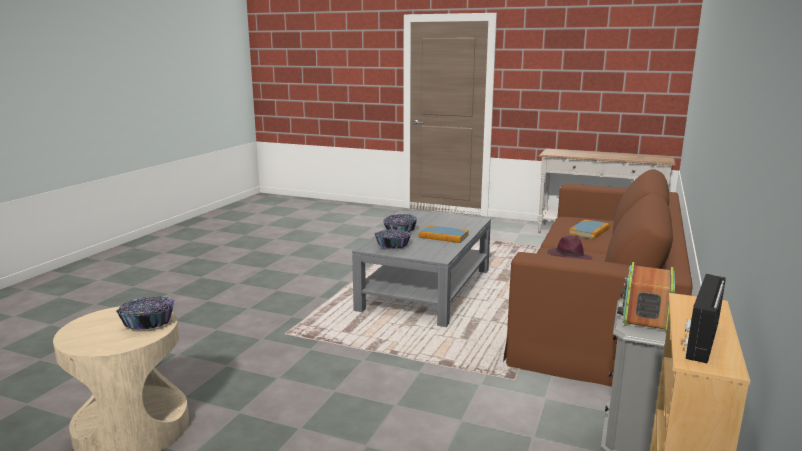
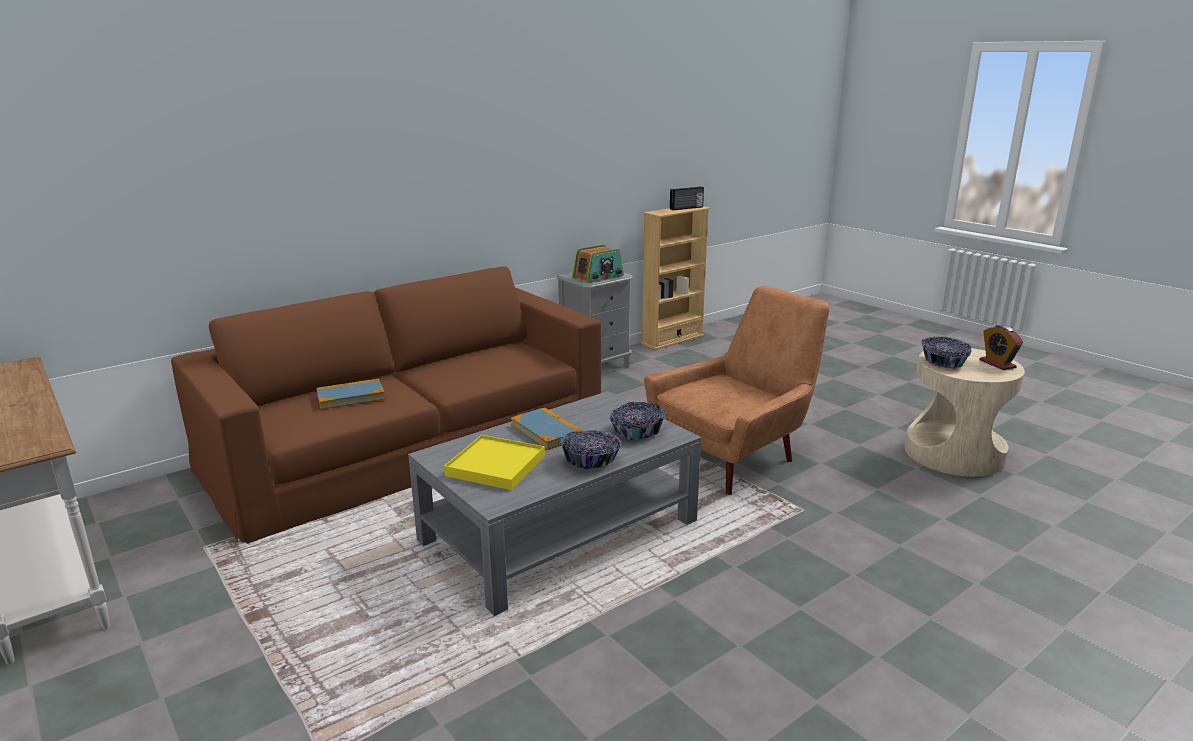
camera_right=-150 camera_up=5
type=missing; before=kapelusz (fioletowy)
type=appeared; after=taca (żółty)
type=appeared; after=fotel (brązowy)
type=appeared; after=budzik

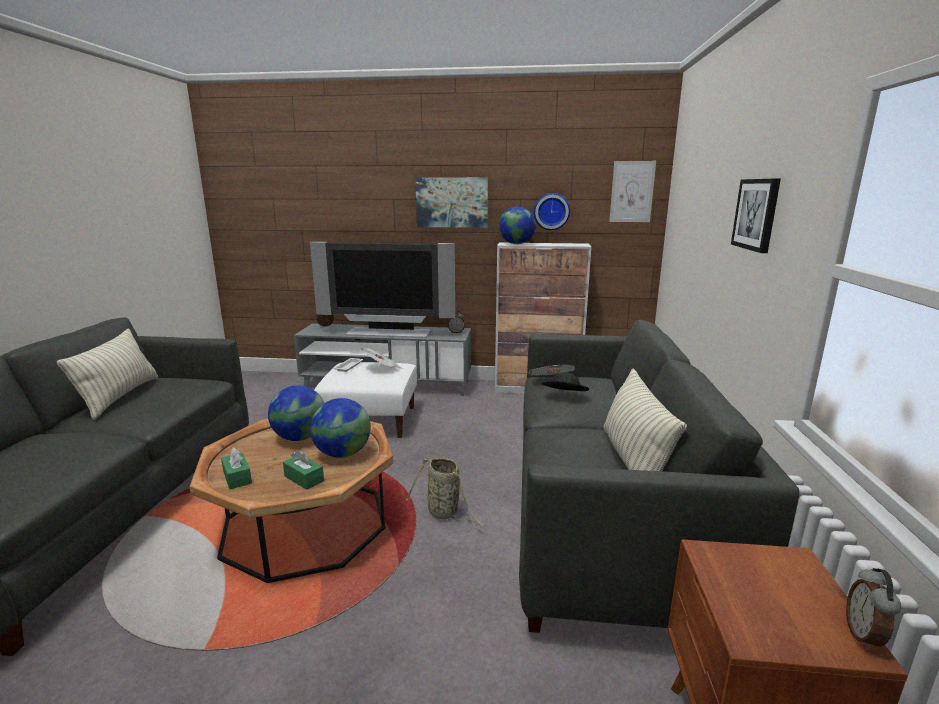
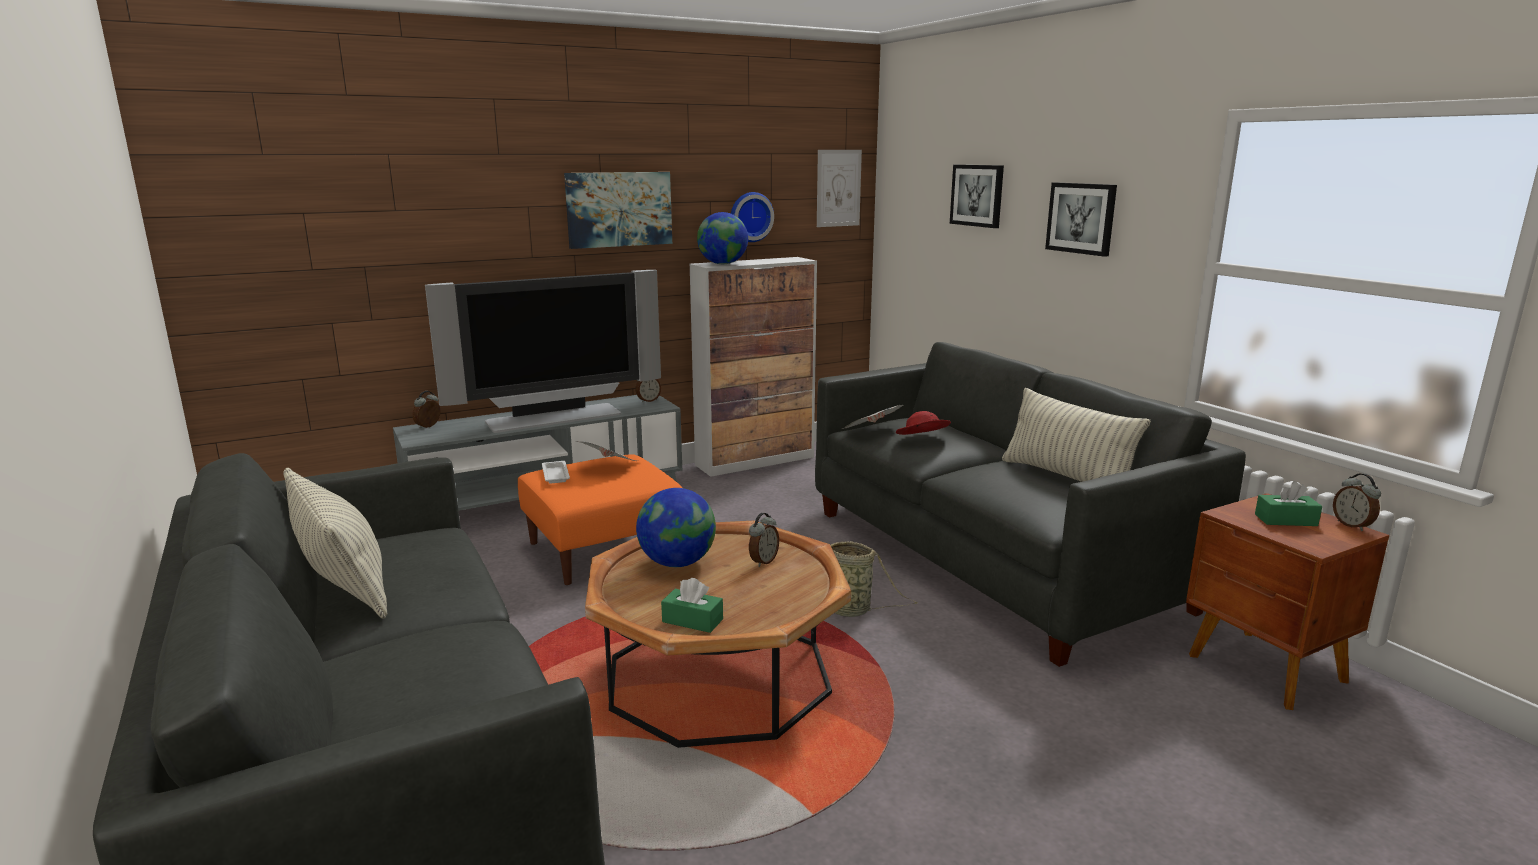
camera_right=-35 camera_up=0
type=relocated; before=pudełko chusteczek (zielony) (no. 2 from left)
type=exchanged; before=globus (no. 2 from left); after=budzik (no. 3 from left)
type=colour; before=pufa (biały); after=pufa (pomarańczowy)
type=colour; before=kapelusz (czarny); after=kapelusz (czerwony)
type=appeared; after=obraz (no. 3 from left)

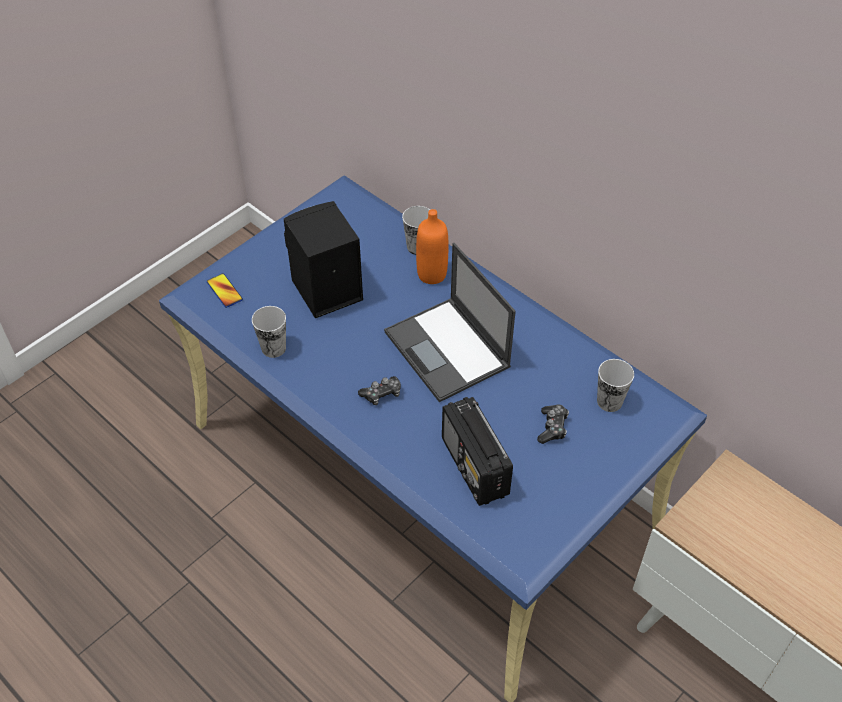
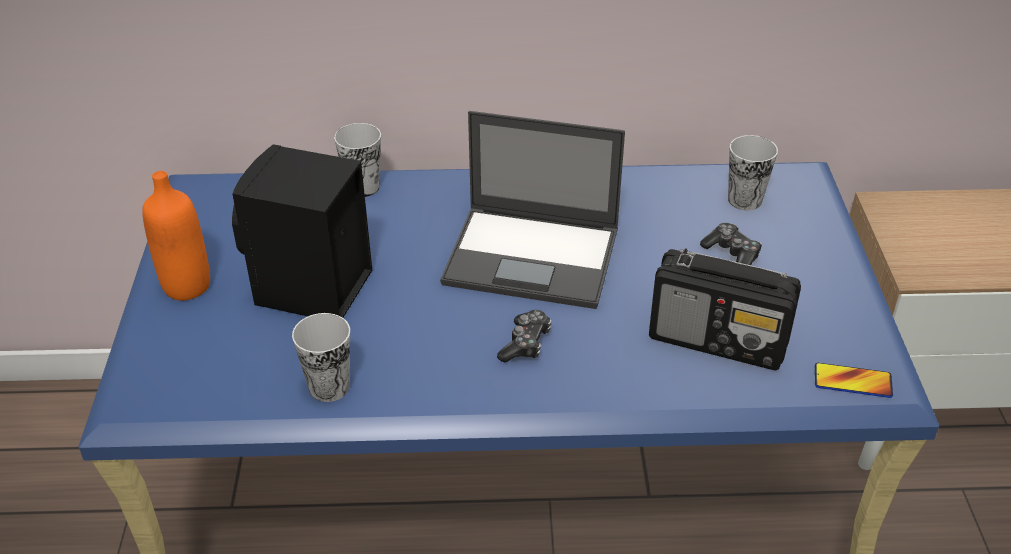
camera_right=-45 camera_up=-10
type=relocated; before=telefon
type=relocated; before=butelka (pomarańczowy)

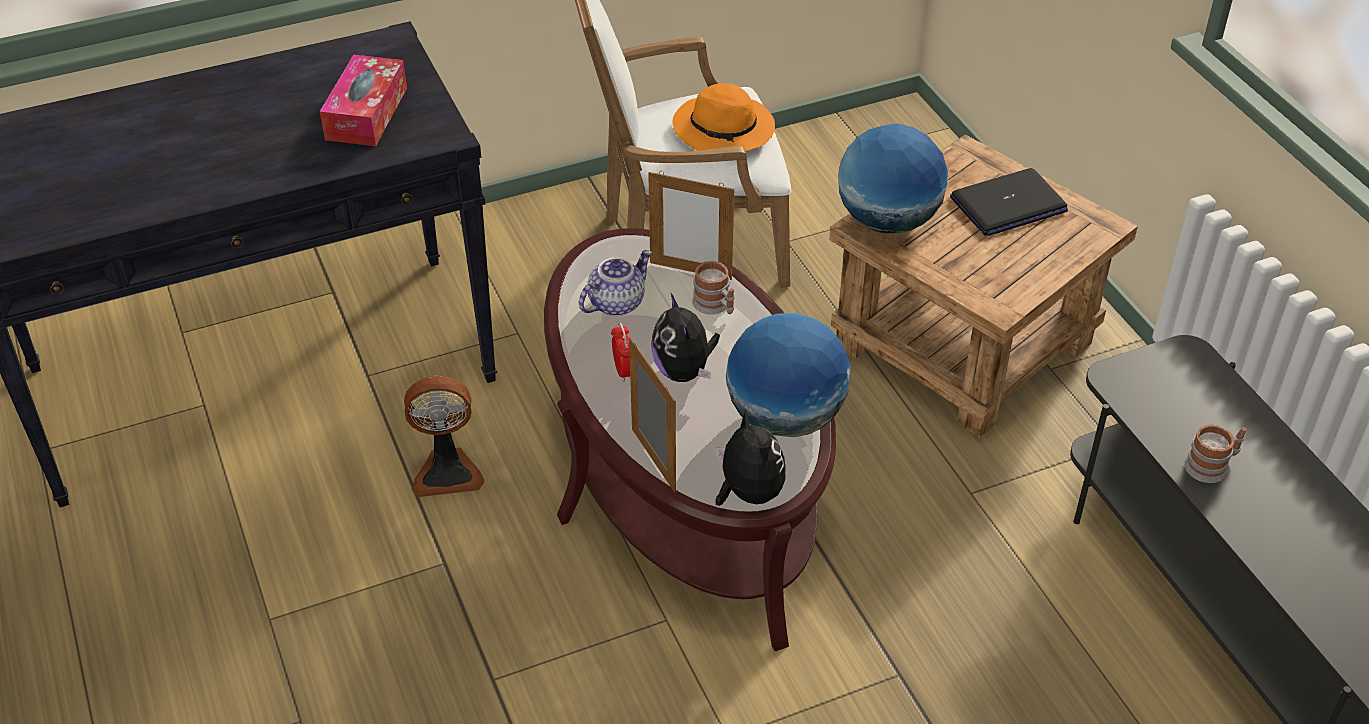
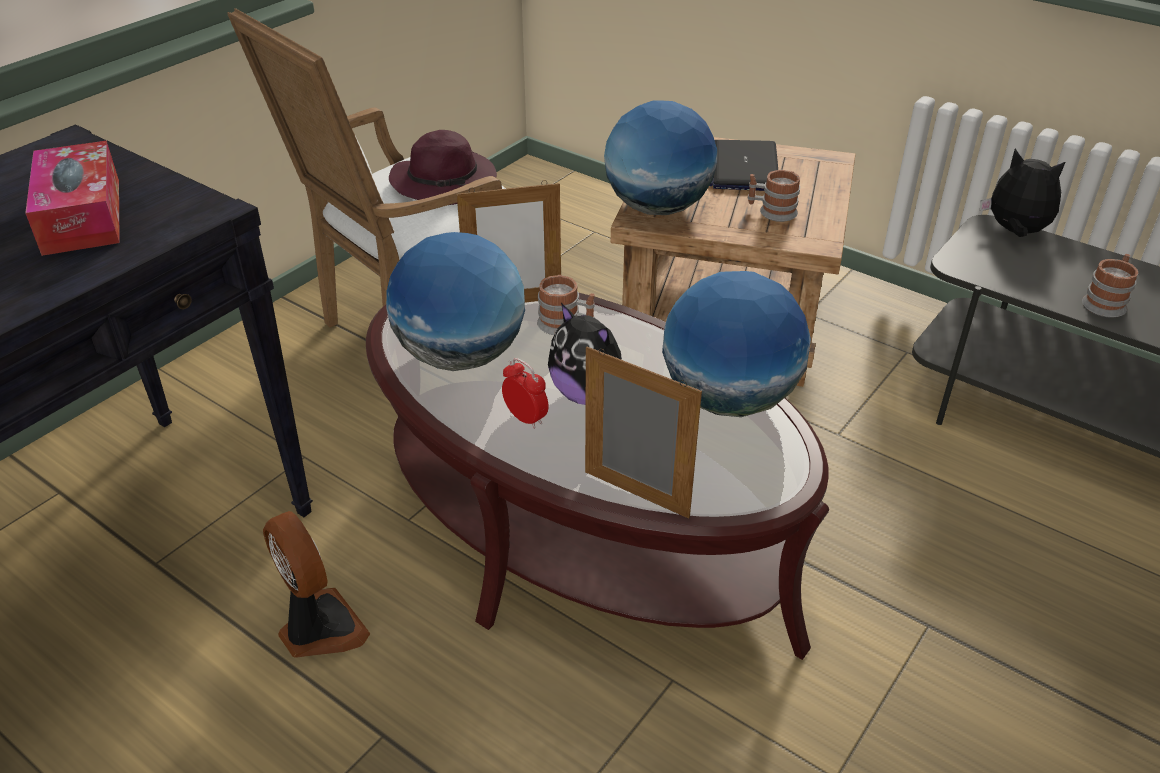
camera_right=-30 camera_up=-5
type=spun; before=wentylator; turn=-90
type=exchanged; before=imbryk; after=globus (no. 1 from left)
type=colour; before=kapelusz (pomarańczowy); after=kapelusz (fioletowy)
type=relocated; before=pluszak (no. 2 from left)
type=spun; before=laptop; turn=150
type=appeared; after=kubek (no. 2 from left)

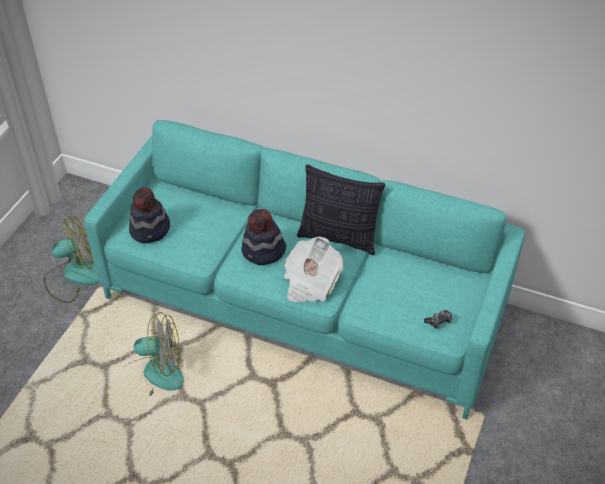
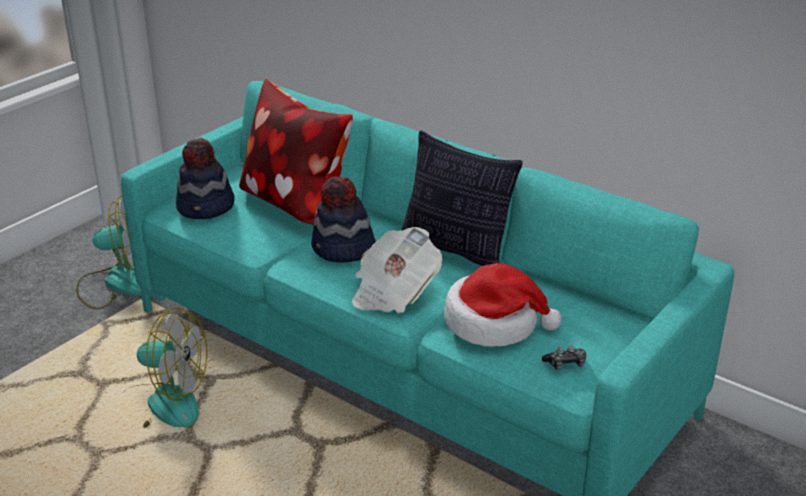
camera_right=15 camera_up=-15
type=appeared; after=poduszka (no. 1 from left)
type=appeared; after=kapelusz (no. 3 from left)

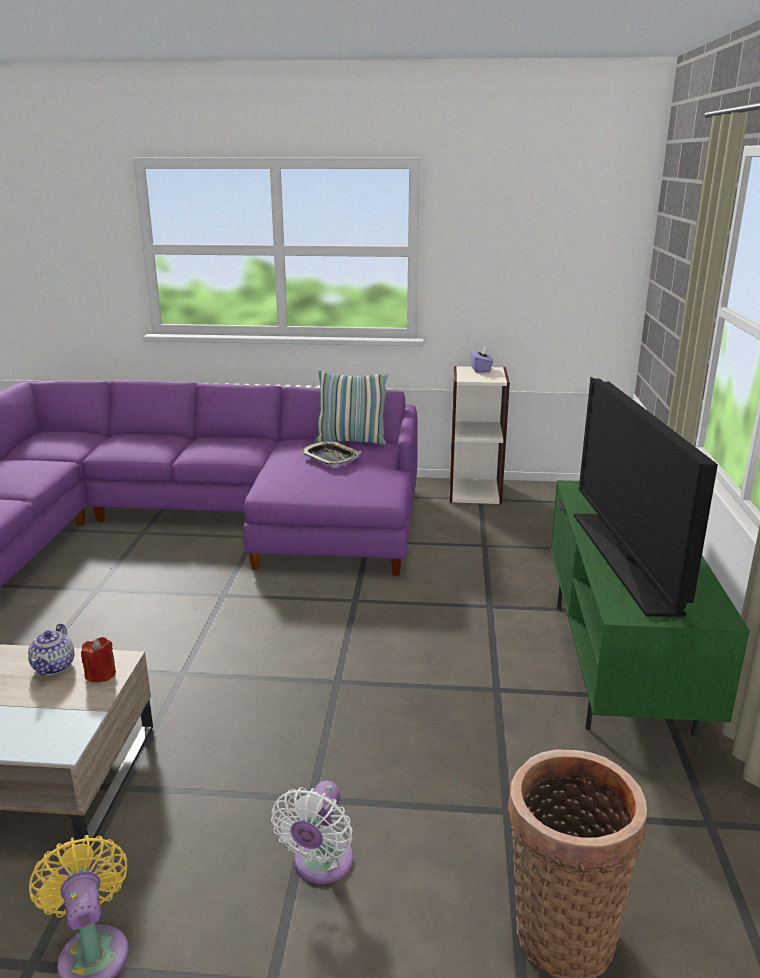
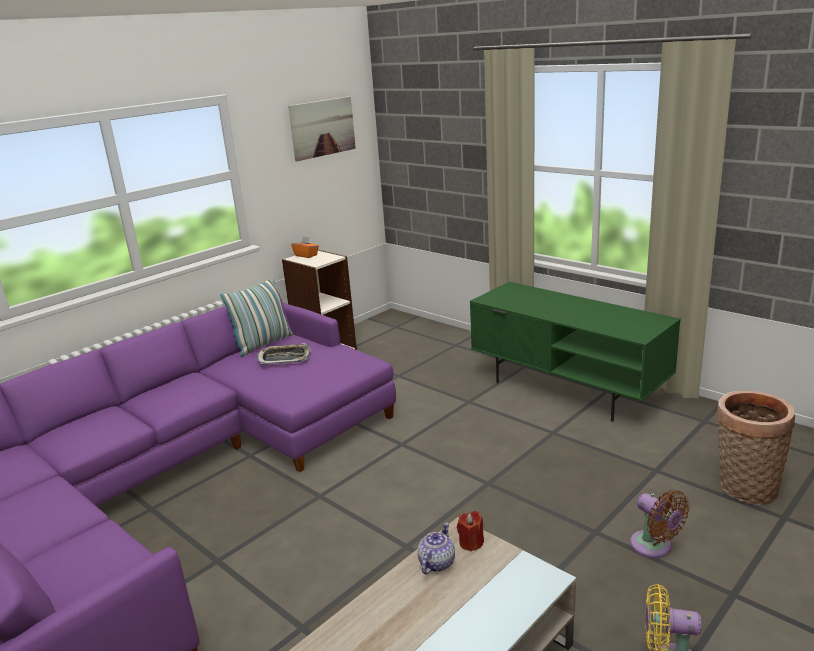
camera_right=-50 camera_up=0
type=spun; before=imbryk; turn=-105
type=colour; before=wentylator (biały); after=wentylator (brązowy)
type=colour; before=pudełko chusteczek (fioletowy); after=pudełko chusteczek (pomarańczowy)
type=missing; before=telewizor
type=appeared; after=obraz

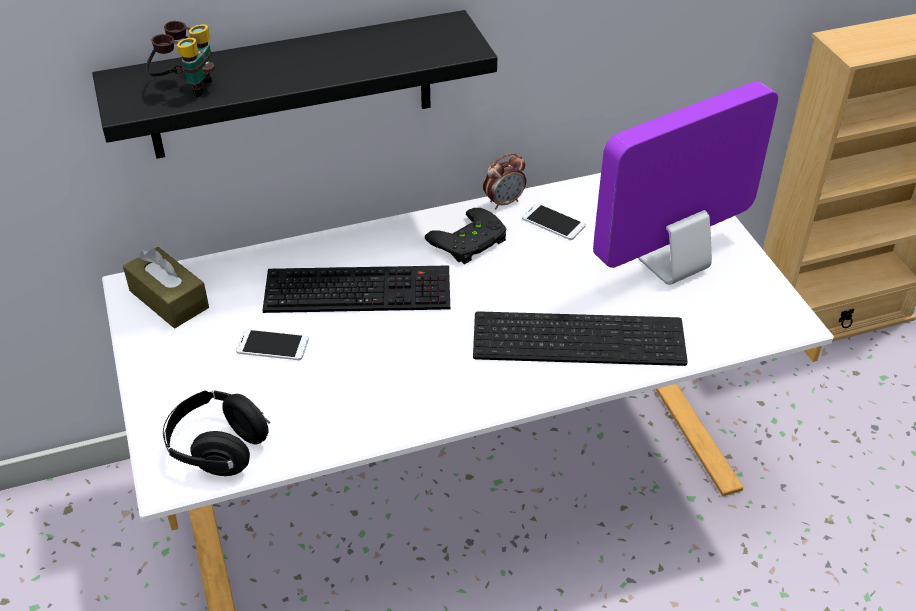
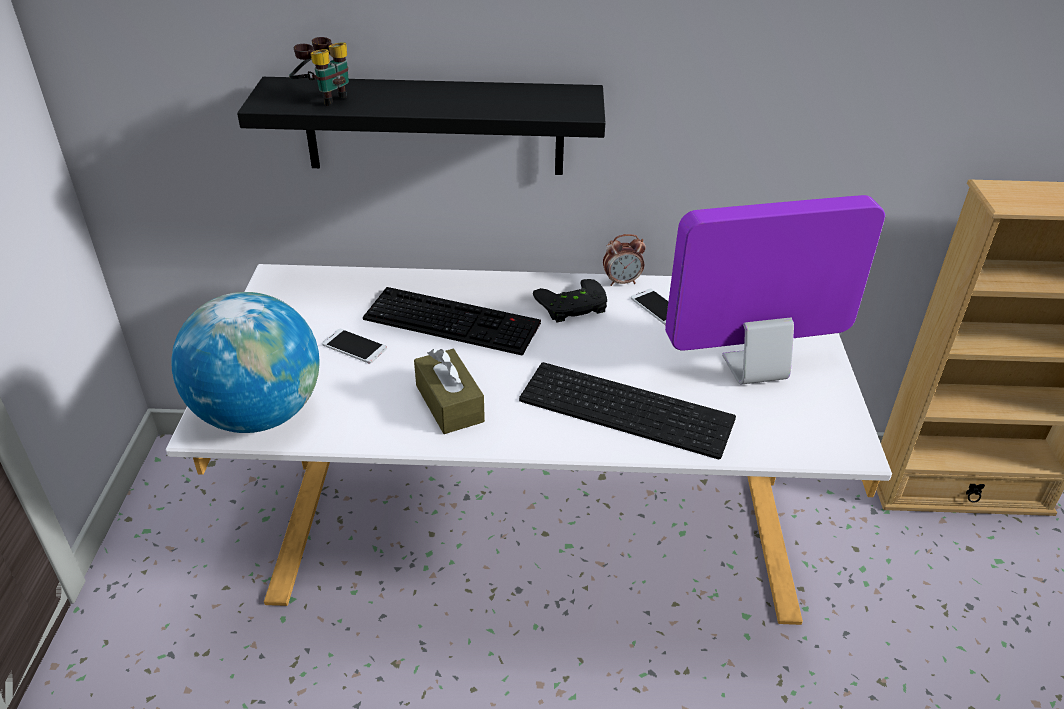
camera_right=20 camera_up=-5
type=relocated; before=pudełko chusteczek (brązowy)
type=exchanged; before=słuchawki (czarny); after=globus

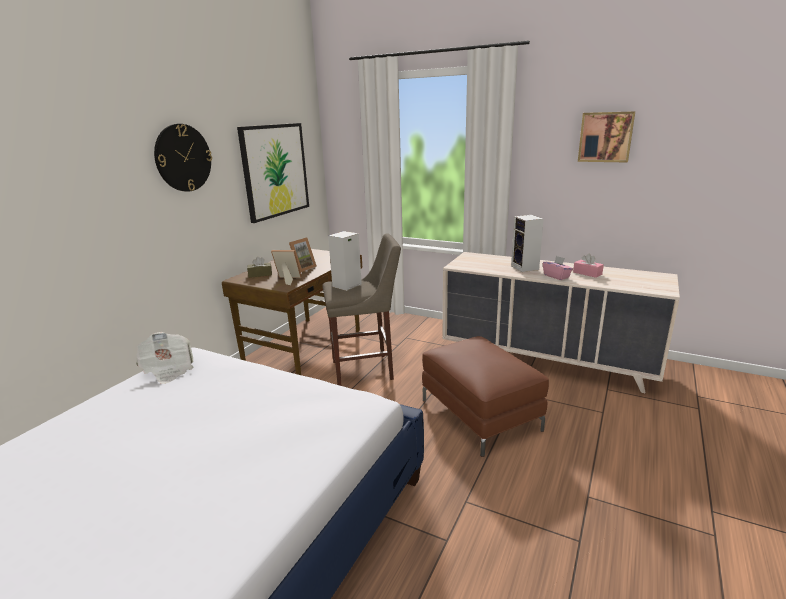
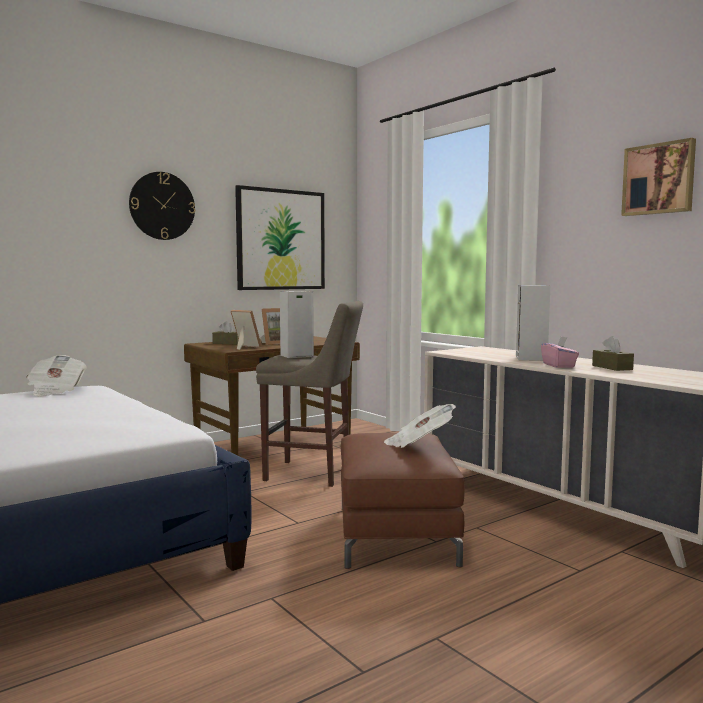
camera_right=25 camera_up=-15
type=colour; before=pudełko chusteczek (różowy) (no. 2 from left); after=pudełko chusteczek (brązowy) (no. 2 from left)
type=appeared; after=gazeta (no. 2 from left)

